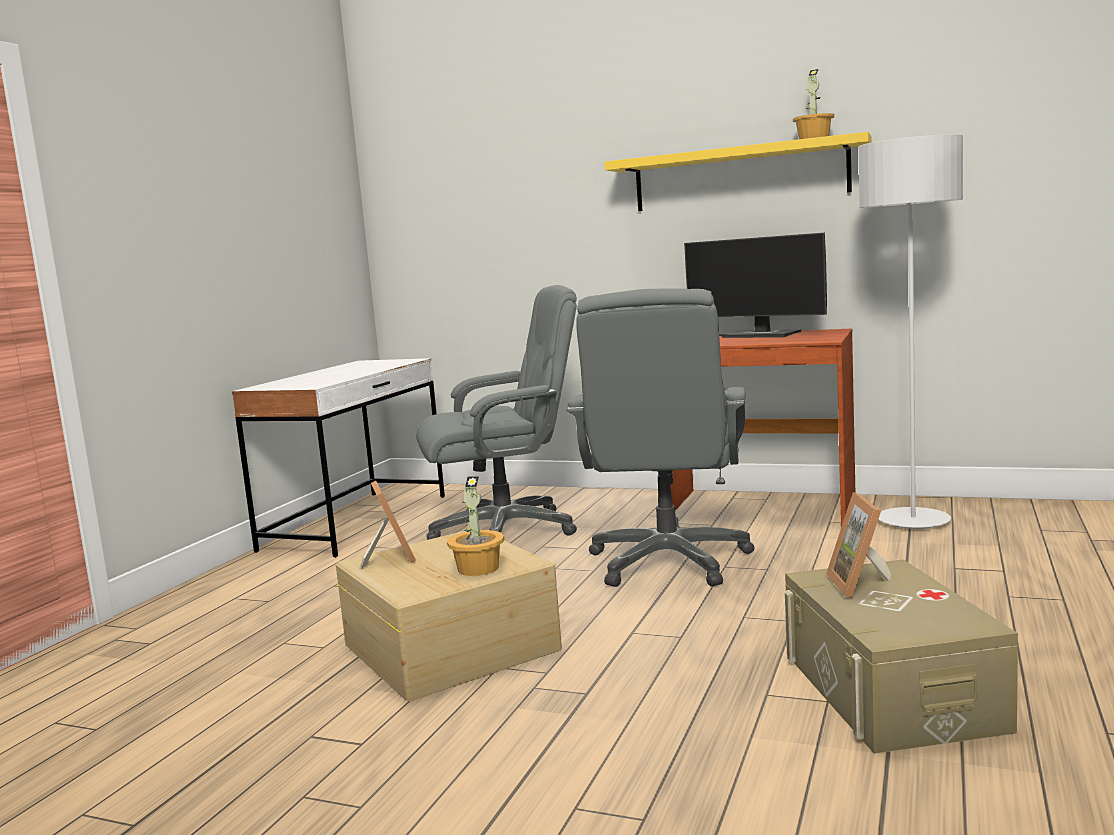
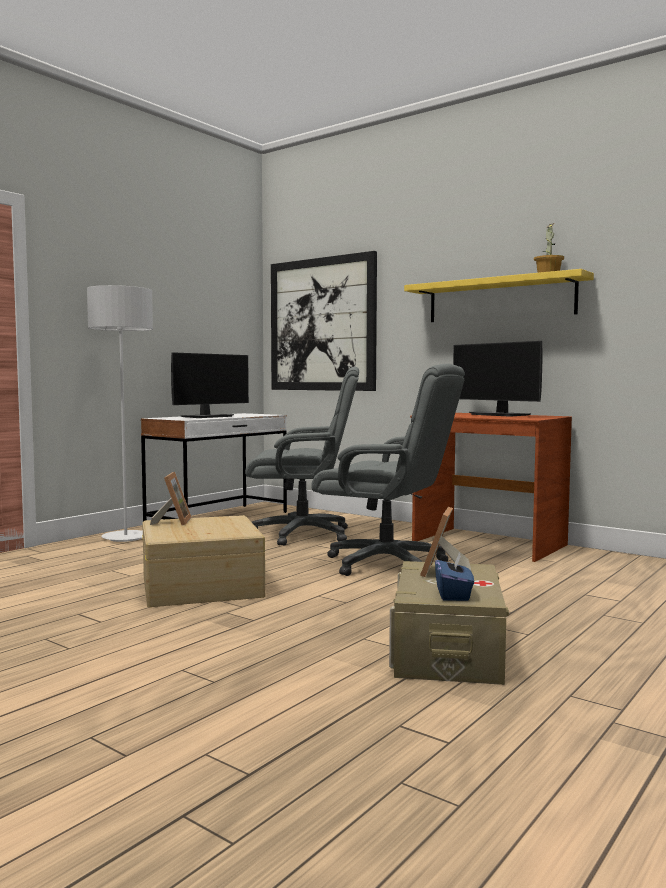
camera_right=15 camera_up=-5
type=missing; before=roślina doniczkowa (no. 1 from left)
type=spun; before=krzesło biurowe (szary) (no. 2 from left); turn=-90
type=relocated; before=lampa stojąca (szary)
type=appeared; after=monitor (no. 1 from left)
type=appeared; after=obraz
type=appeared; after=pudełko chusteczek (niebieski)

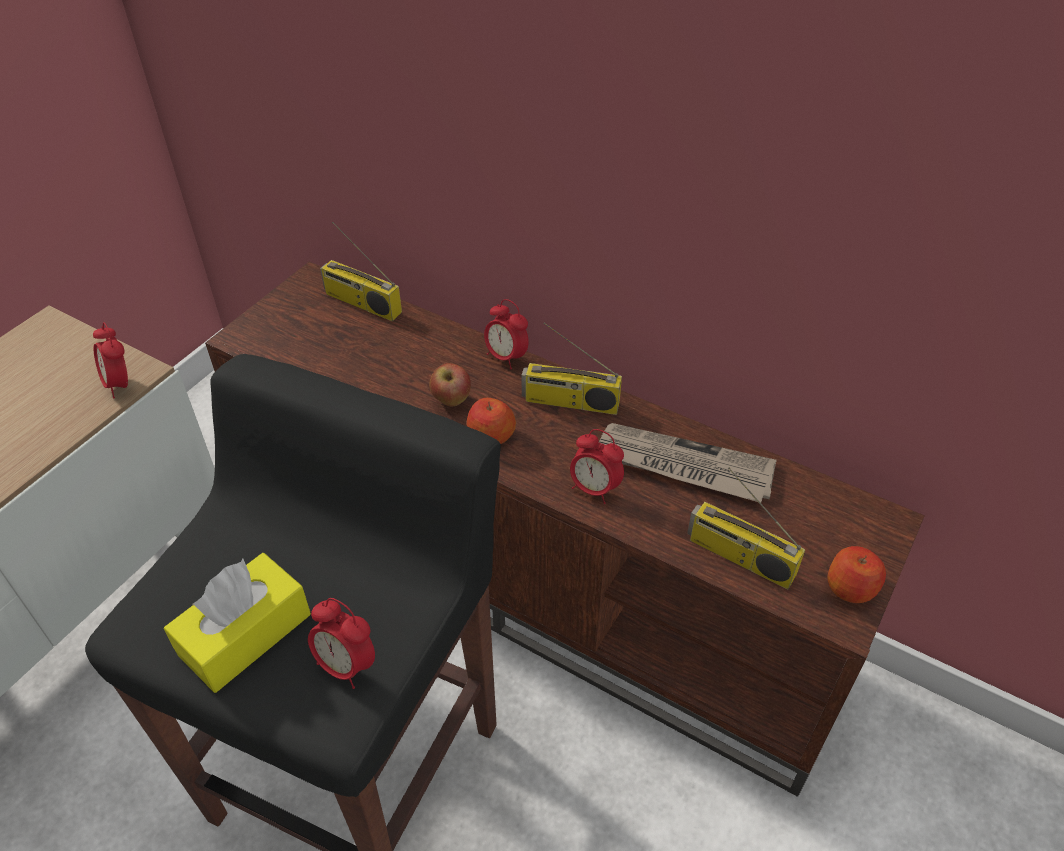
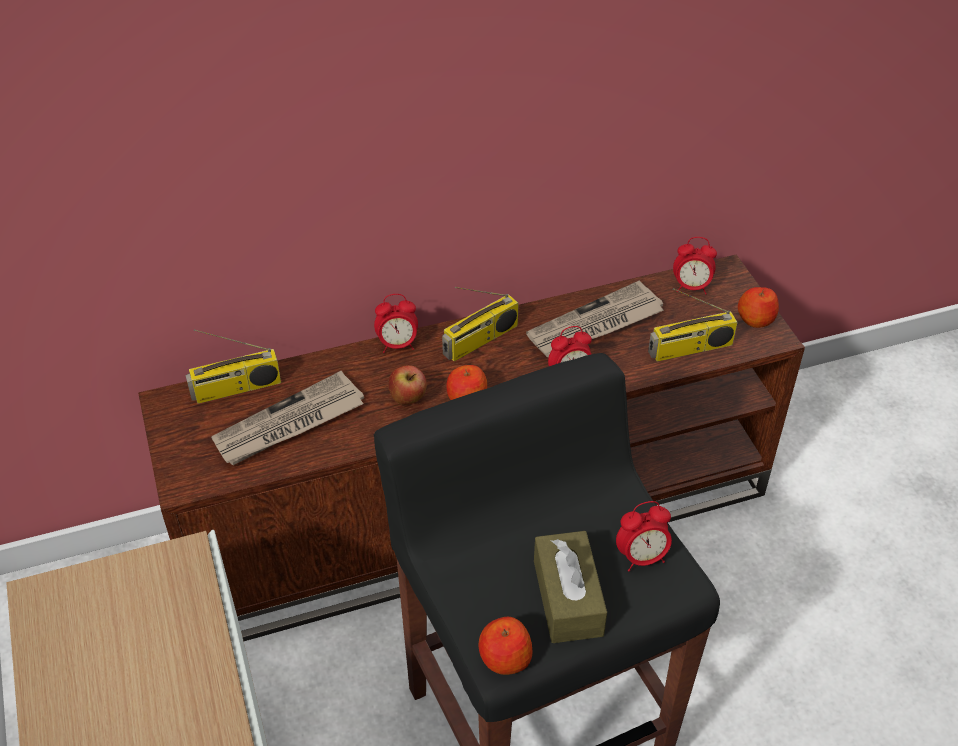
camera_right=-50 camera_up=0
type=relocated; before=budzik (no. 1 from left in the first image); after=budzik (no. 4 from left)
type=colour; before=pudełko chusteczek (żółty); after=pudełko chusteczek (brązowy)
type=appeared; after=gazeta (no. 1 from left)
type=appeared; after=jabłko (no. 3 from left)

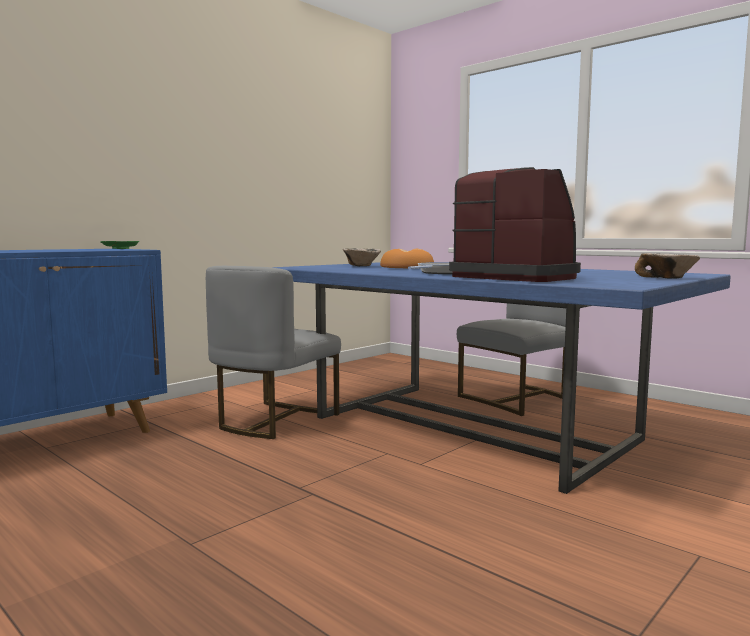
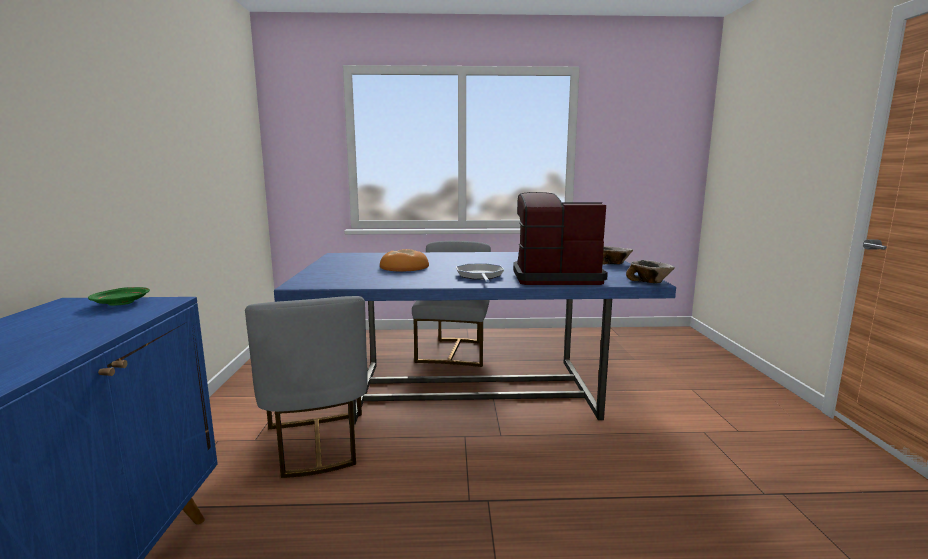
camera_right=-45 camera_up=5
type=relocated; before=miska (no. 1 from left in the first image); after=miska (no. 2 from left)

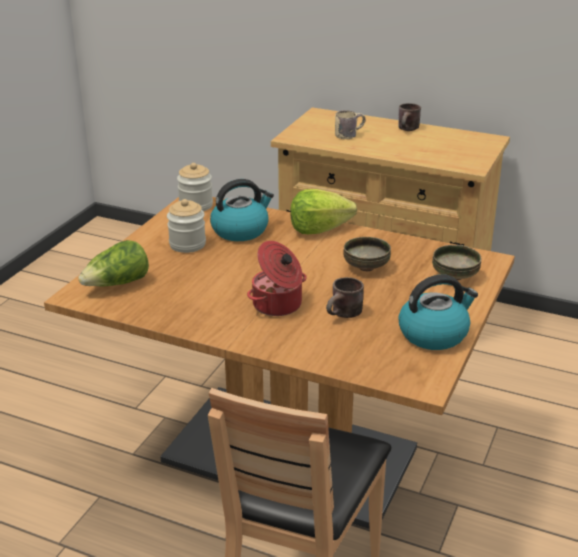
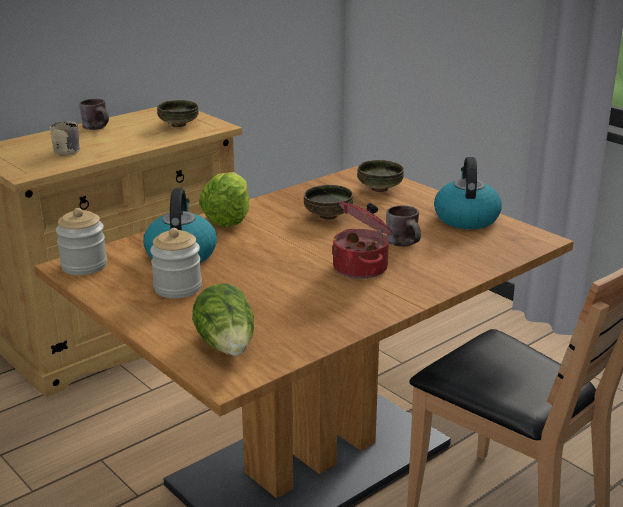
camera_right=-65 camera_up=-5
type=appeared; after=miska (no. 1 from left)

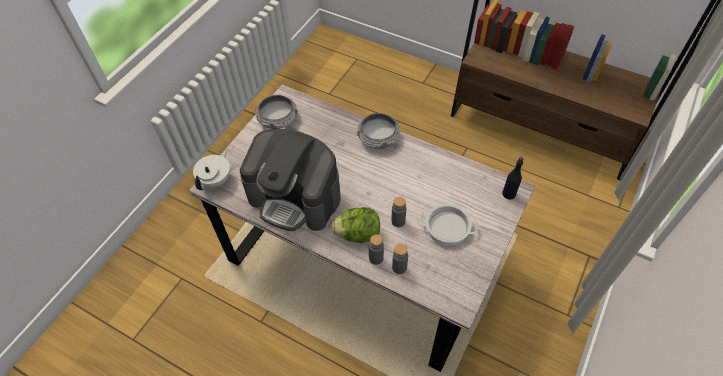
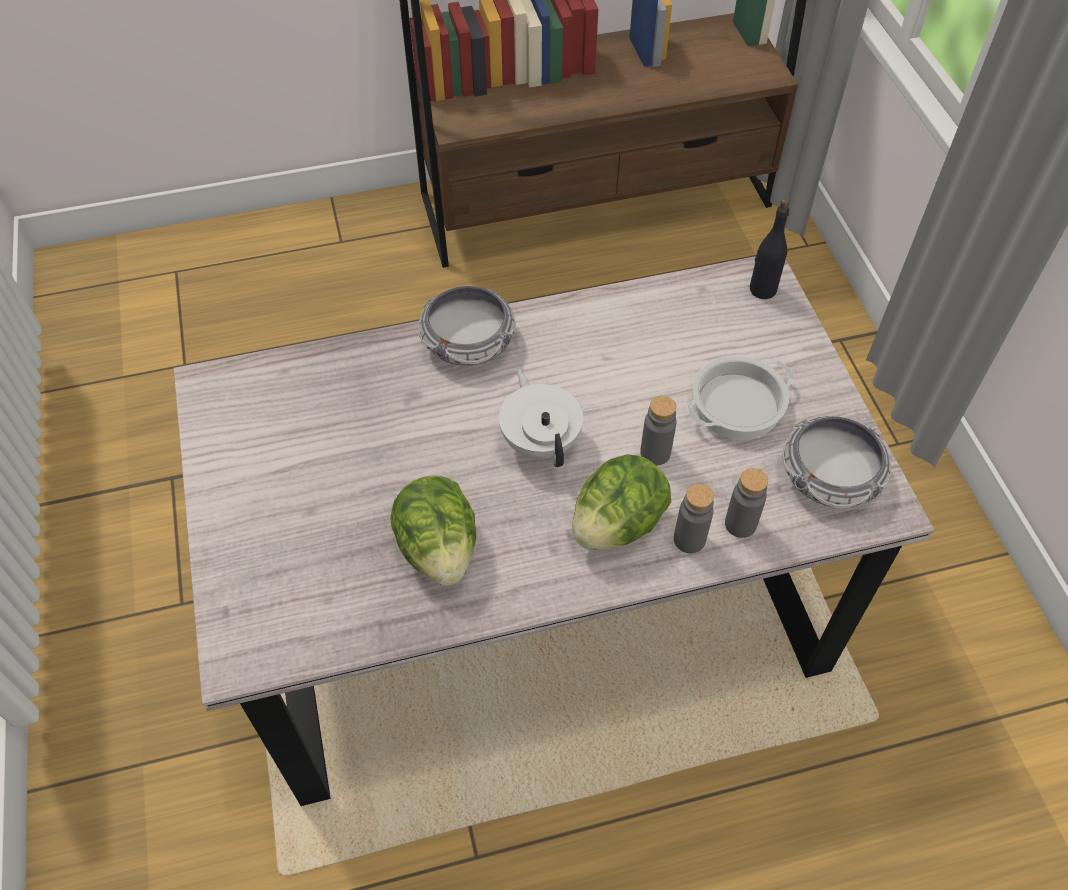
camera_right=-45 camera_up=0
type=relocated; before=imbryk (biały)
type=exchanged; before=ekspres do kawy; after=sałata (no. 1 from left)
type=relocated; before=miska (no. 1 from left in the first image); after=miska (no. 2 from left)

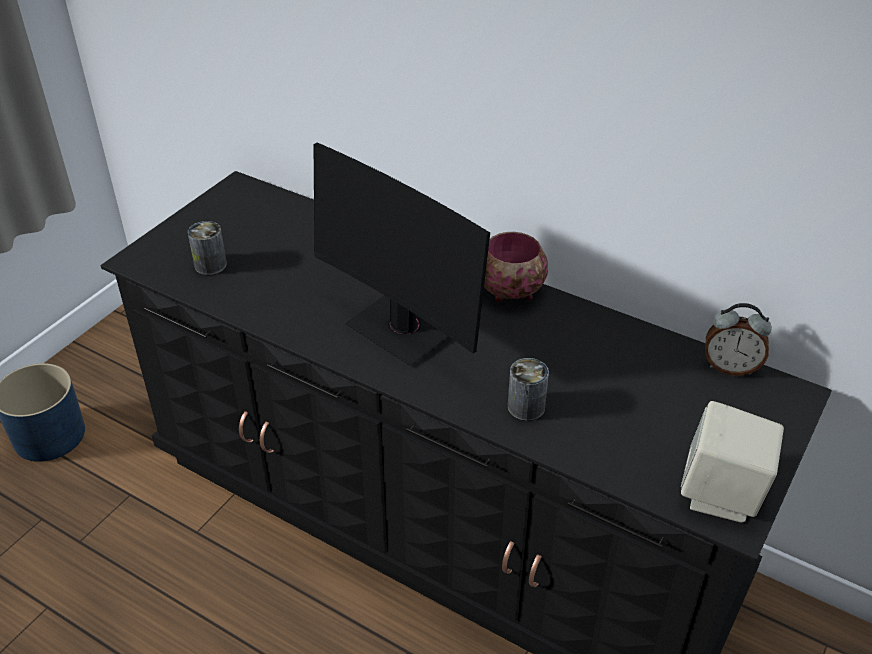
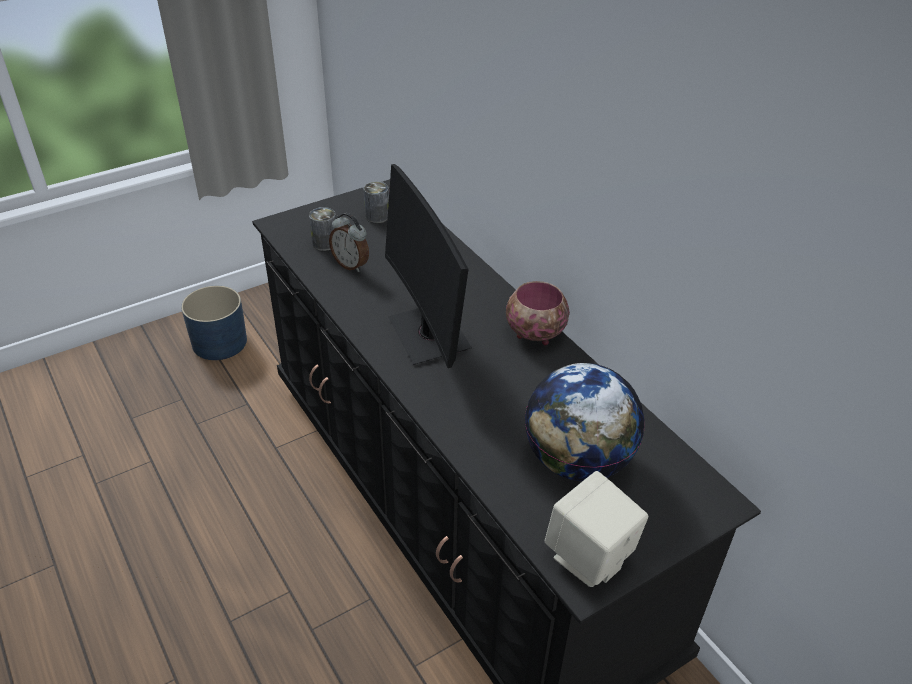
camera_right=25 camera_up=0
type=relocated; before=puszka (no. 2 from left)
type=relocated; before=budzik
type=appeared; after=globus

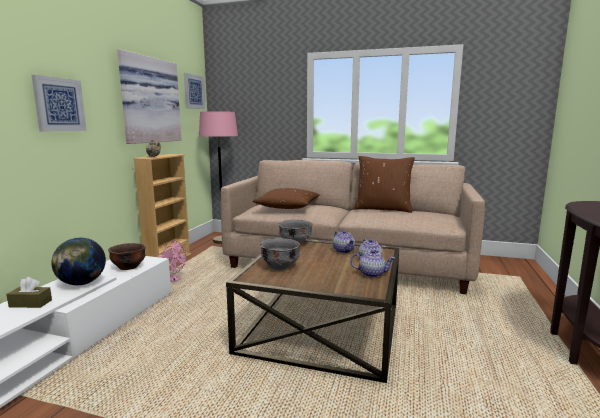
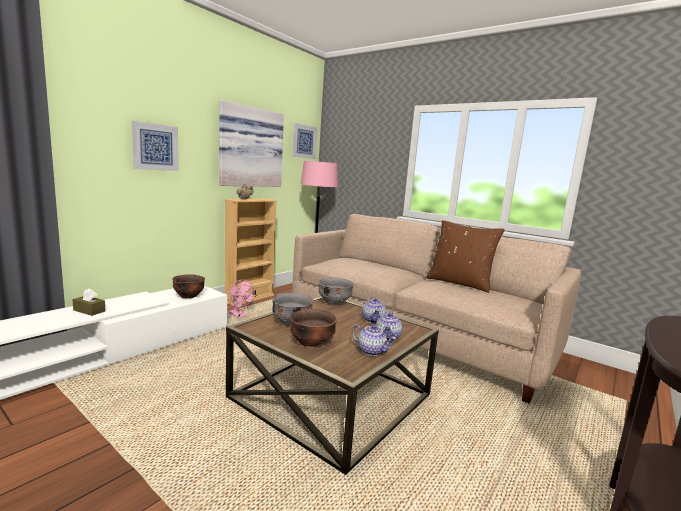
camera_right=20 camera_up=0
type=missing; before=globus
type=missing; before=poduszka (brązowy) (no. 1 from left)
type=appeared; after=miska (brązowy) (no. 2 from left)

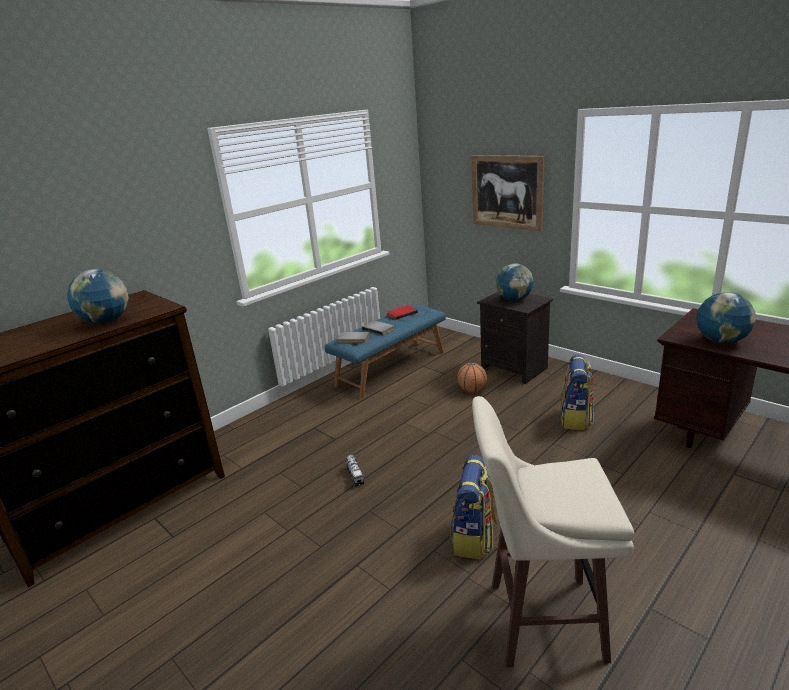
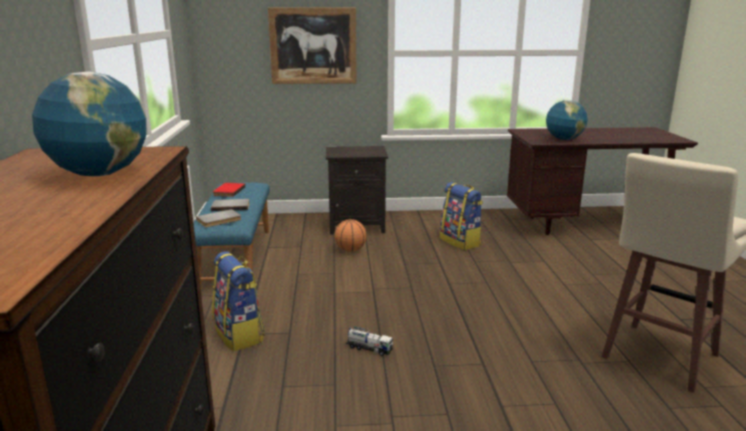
camera_right=-50 camera_up=-5
type=relocated; before=plecak (no. 1 from left)
type=missing; before=globus (no. 2 from left)

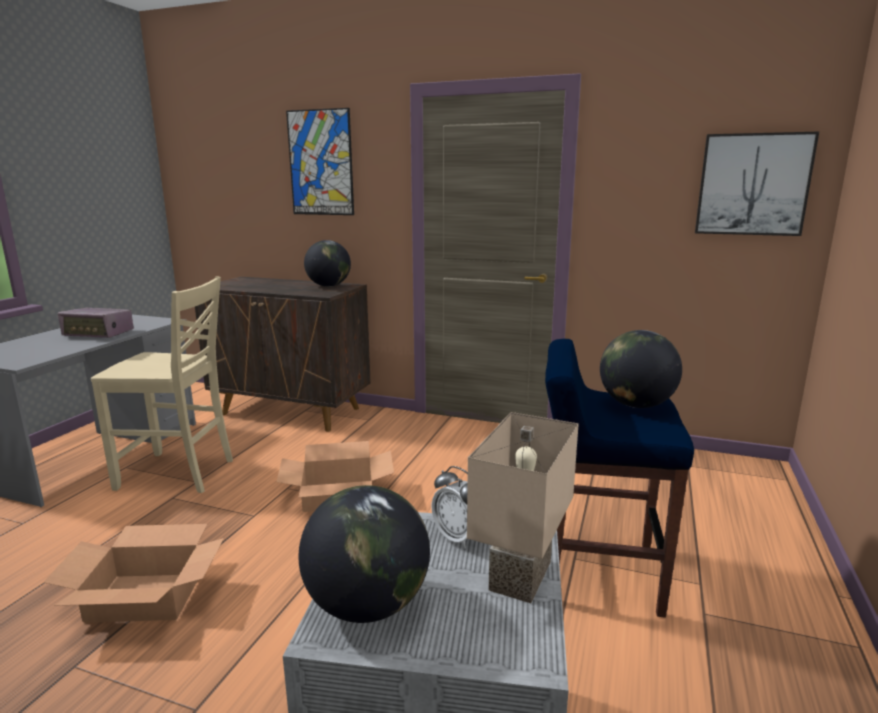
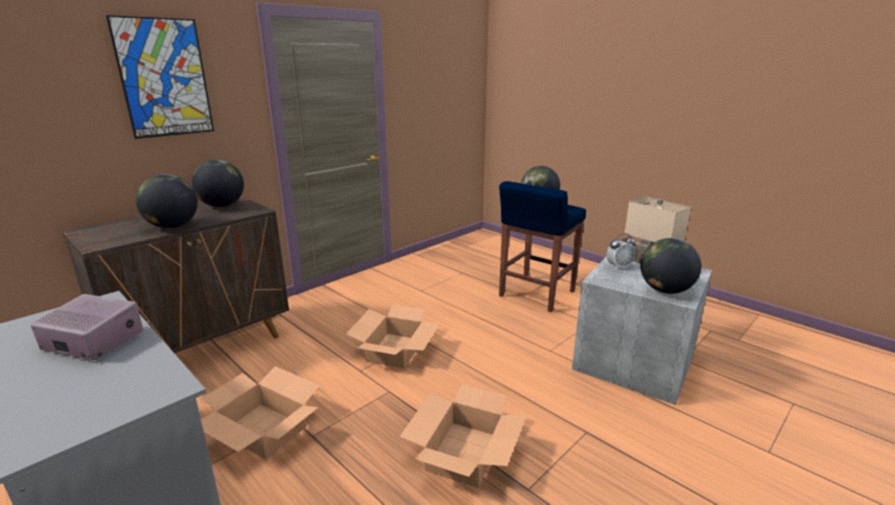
camera_right=-65 camera_up=5
type=spun; before=radio; turn=-105
type=exchanged; before=krzesło (beżowy); after=karton (no. 1 from left)
type=missing; before=obraz (no. 2 from left)
type=appeared; after=globus (no. 1 from left)

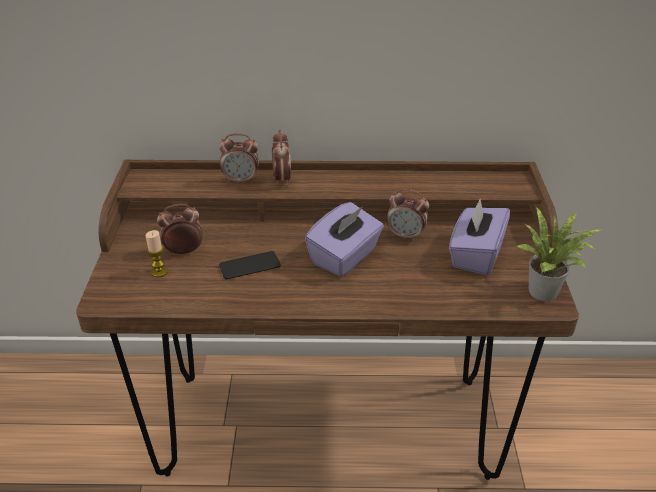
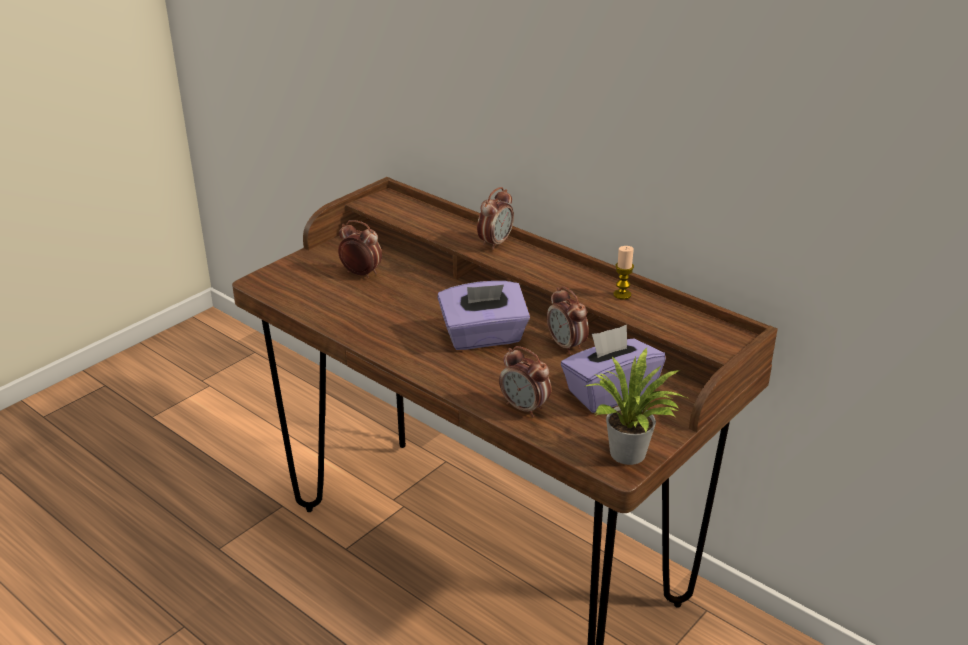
camera_right=40 camera_up=-5
type=relocated; before=świeca
type=relocated; before=budzik (no. 2 from left in the first image); after=budzik (no. 3 from left)
type=missing; before=telefon

